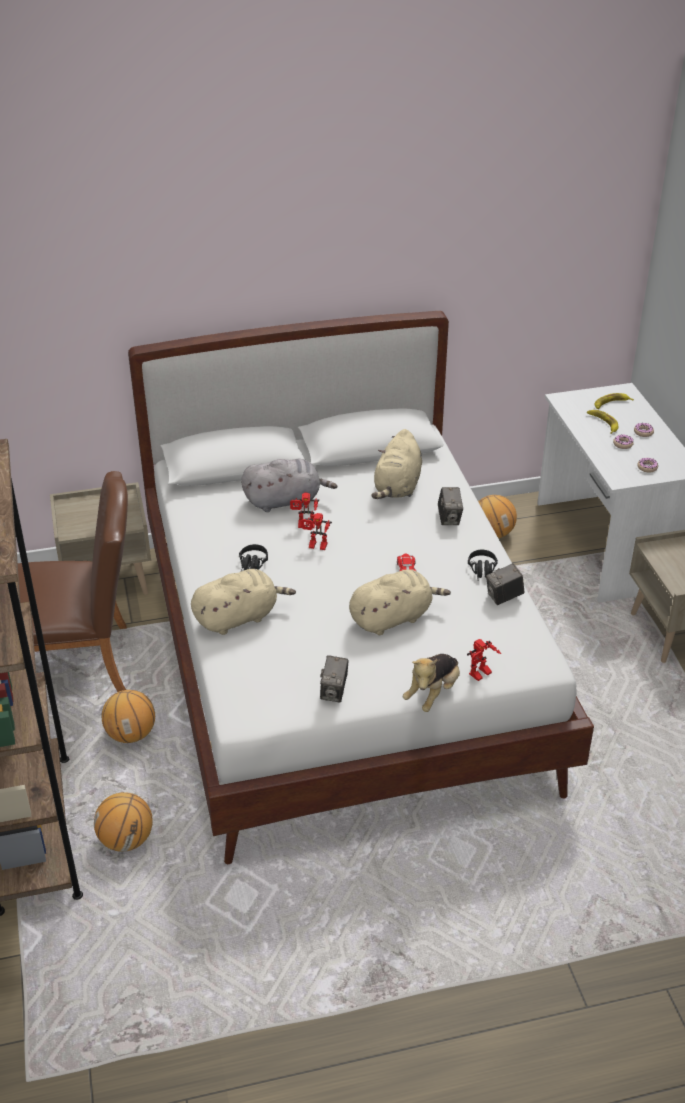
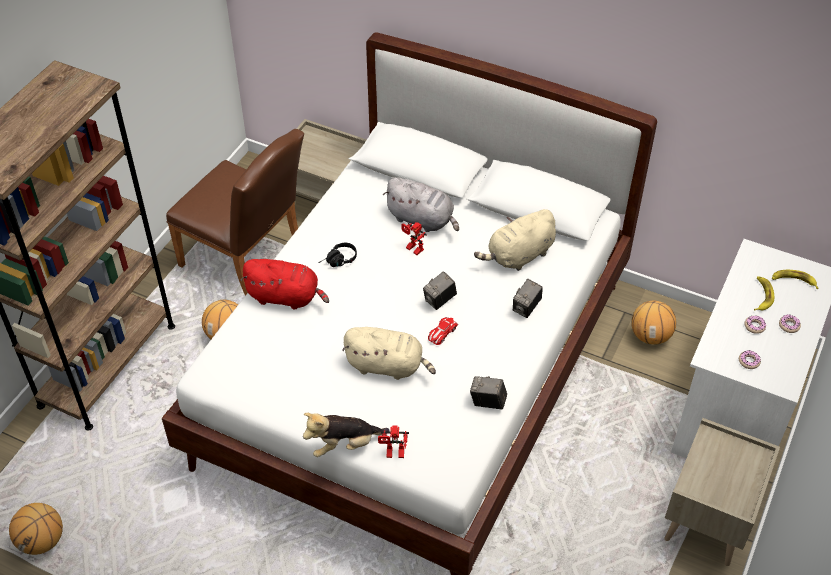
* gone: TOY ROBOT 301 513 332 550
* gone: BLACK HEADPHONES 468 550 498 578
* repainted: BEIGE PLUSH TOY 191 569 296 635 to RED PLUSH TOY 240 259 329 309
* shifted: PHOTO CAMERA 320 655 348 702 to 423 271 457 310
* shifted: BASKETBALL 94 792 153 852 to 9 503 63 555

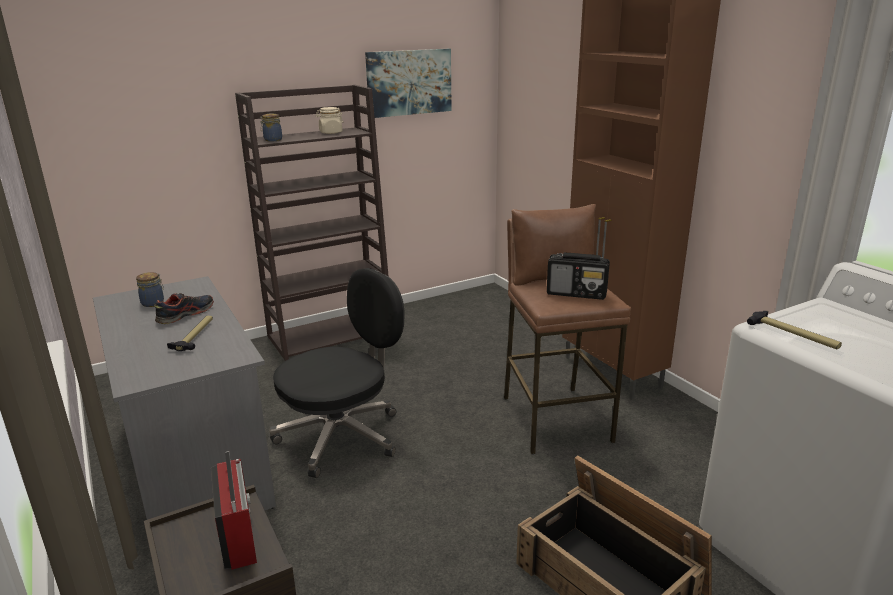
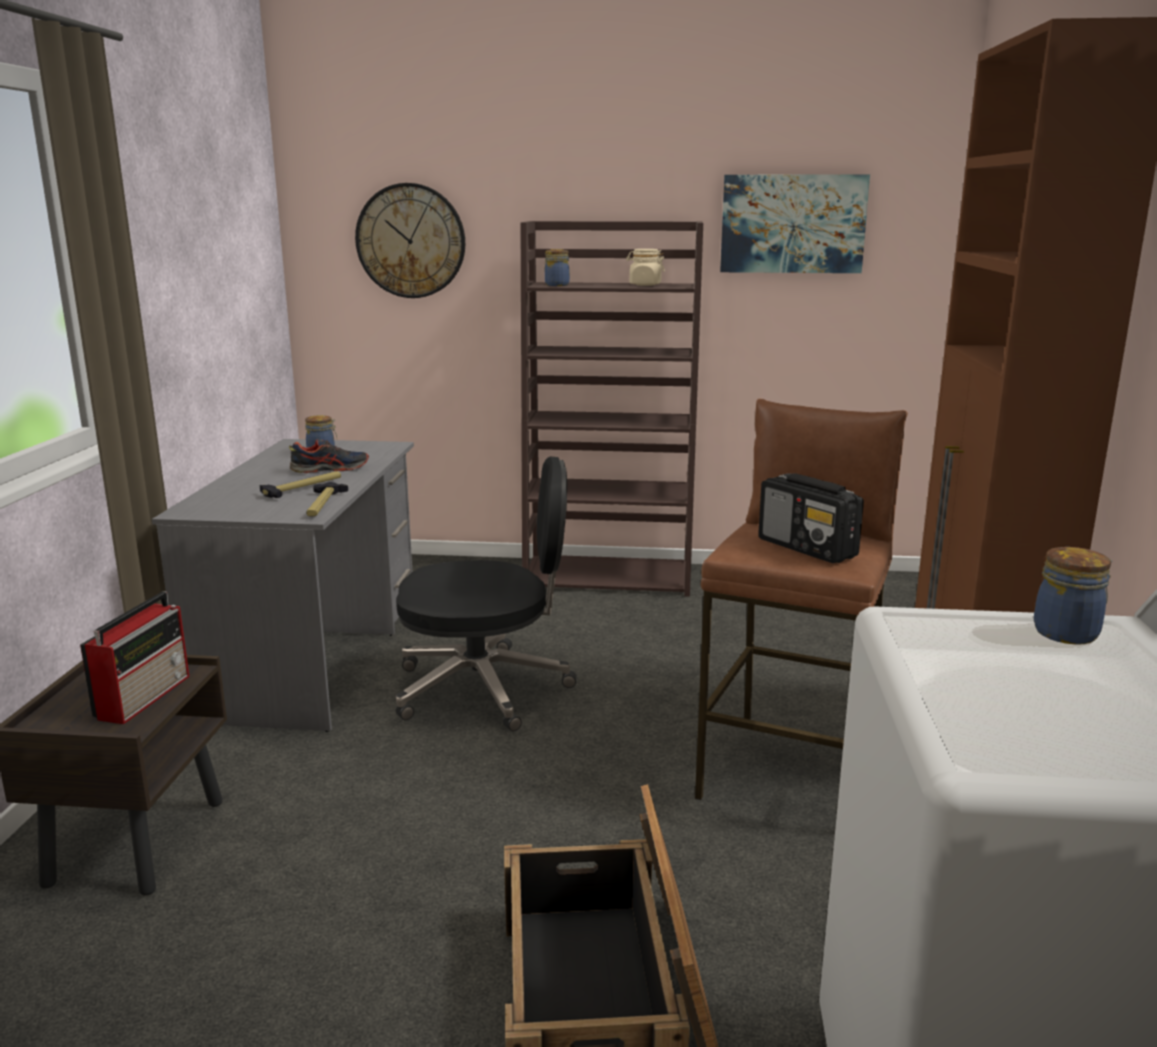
* shifted: HAMMER 747 311 842 349 to 306 482 348 516
* new: WALL CLOCK 355 183 465 298
* new: JAR 1034 547 1112 645

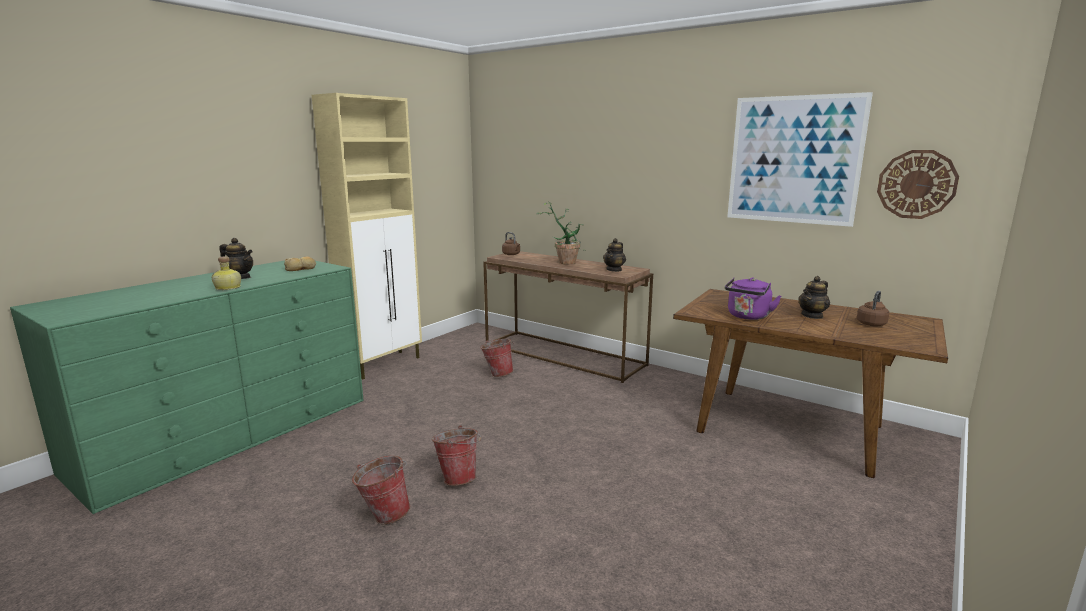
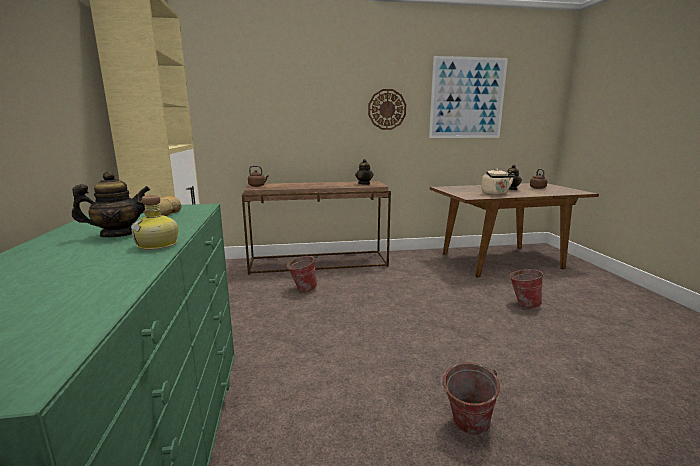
* shifted: WALL CLOCK 877 150 959 219 to 368 89 406 130
* gone: POTTED PLANT 537 202 586 265
* repainted: PURPLE KETTLE 725 277 781 320 to BEIGE KETTLE 481 169 515 195
* shifted: BUCKET 432 425 481 486 to 509 269 545 308

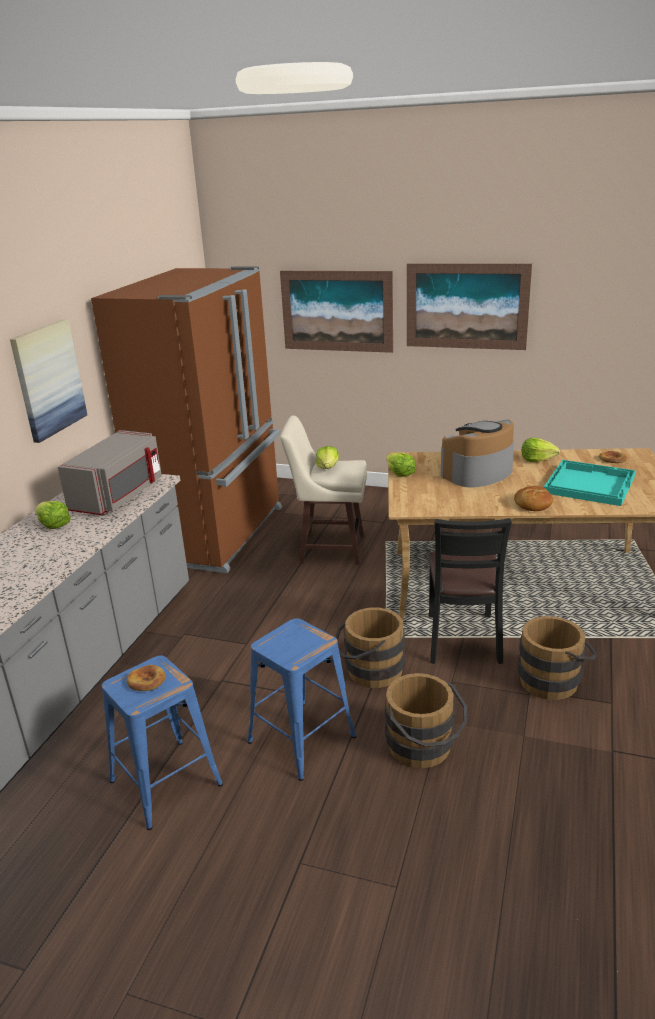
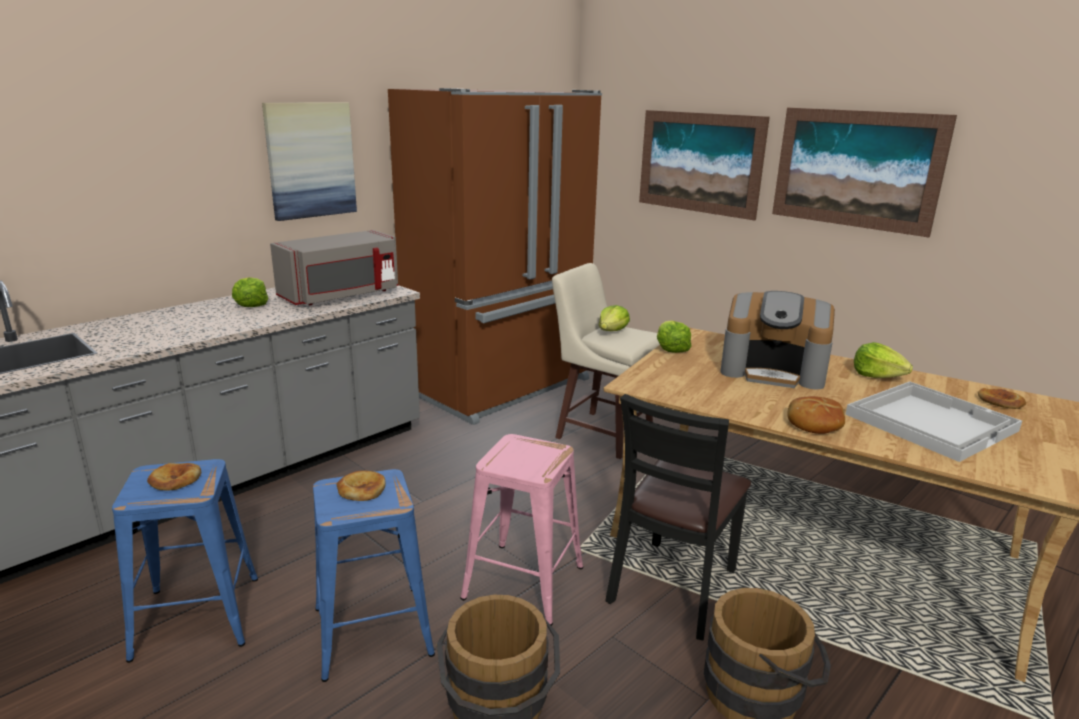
* rotated: COFFEE MACHINE 441 420 514 487 = 720 291 835 390 150 degrees counterclockwise
* repainted: TURQUOISE TRAY 544 460 636 506 to WHITE TRAY 845 381 1022 462
* swapped: BROWN BUCKET 335 608 405 688 to PINK STOOL 460 434 583 626
* new: BREAD 336 471 386 501

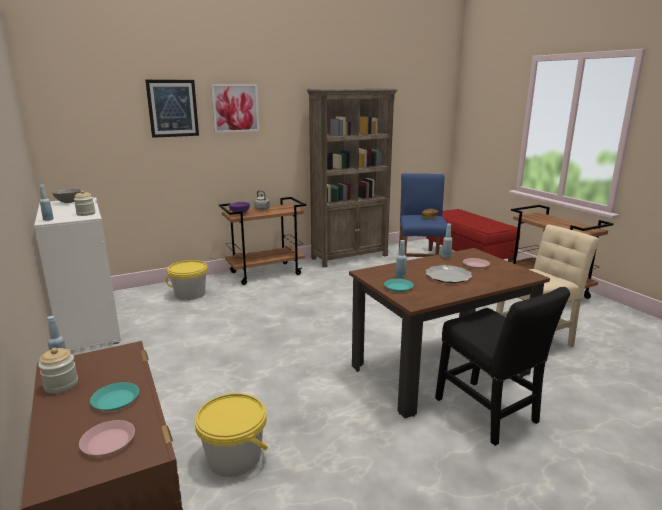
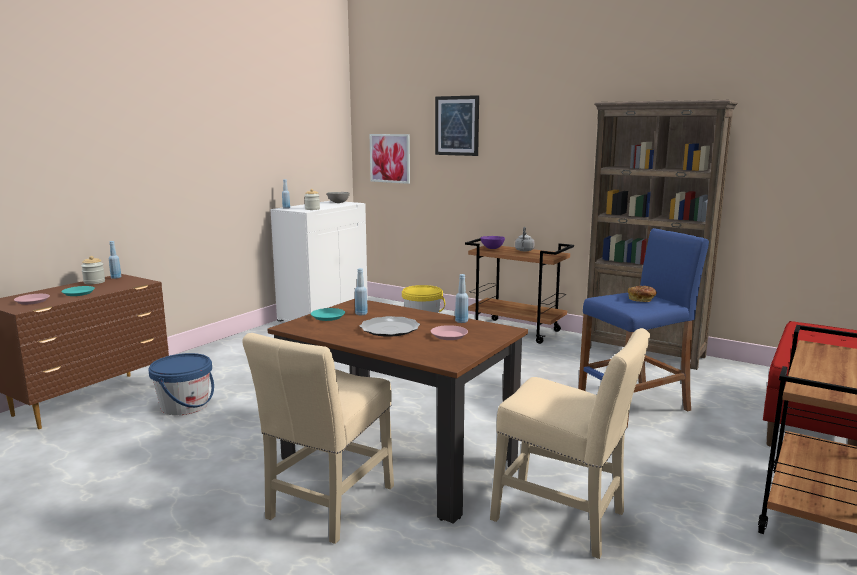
* shifted: PICTURE 211 84 259 133 to 370 134 410 184
* repainted: BLACK CHAIR 435 287 570 446 to BEIGE CHAIR 242 333 394 544
* repainted: YELLOW BUCKET 195 393 268 477 to BLUE BUCKET 148 353 214 415

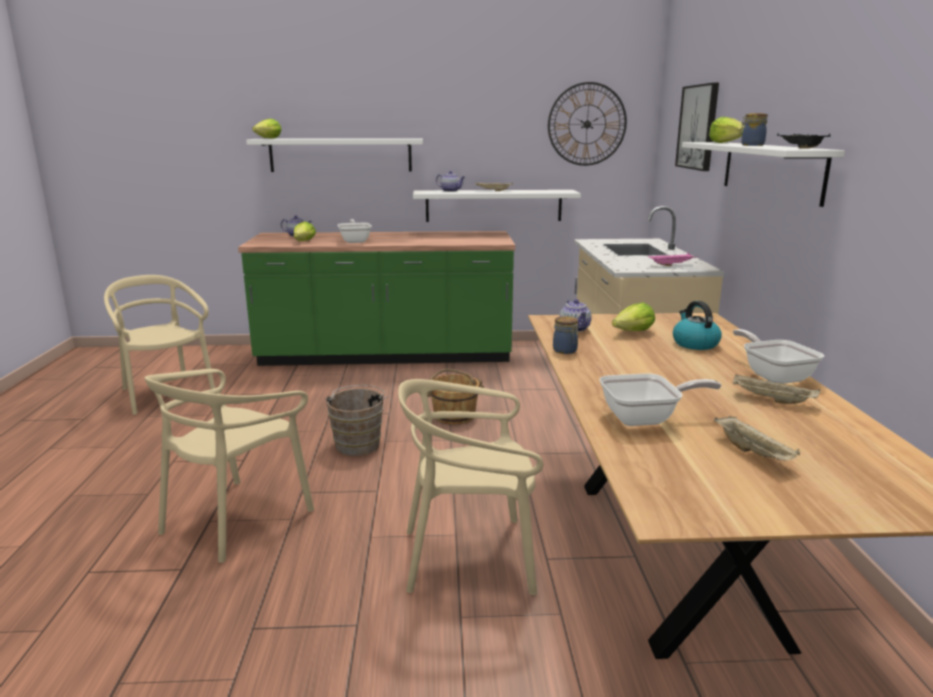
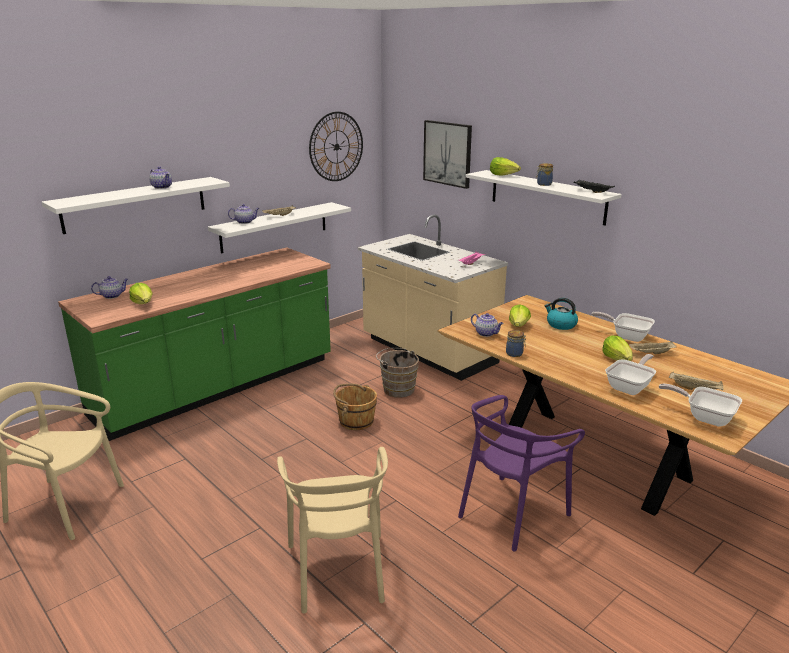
* shifted: LETTUCE 252 119 282 139 to 602 335 633 361
* shifted: FRYING PAN 337 219 372 243 to 659 384 742 427
* repainted: BEIGE CHAIR 398 379 543 595 to PURPLE CHAIR 458 395 585 551
* shifted: BROWN BUCKET 325 385 388 456 to 376 348 419 398
* new: TEAPOT 149 166 172 189

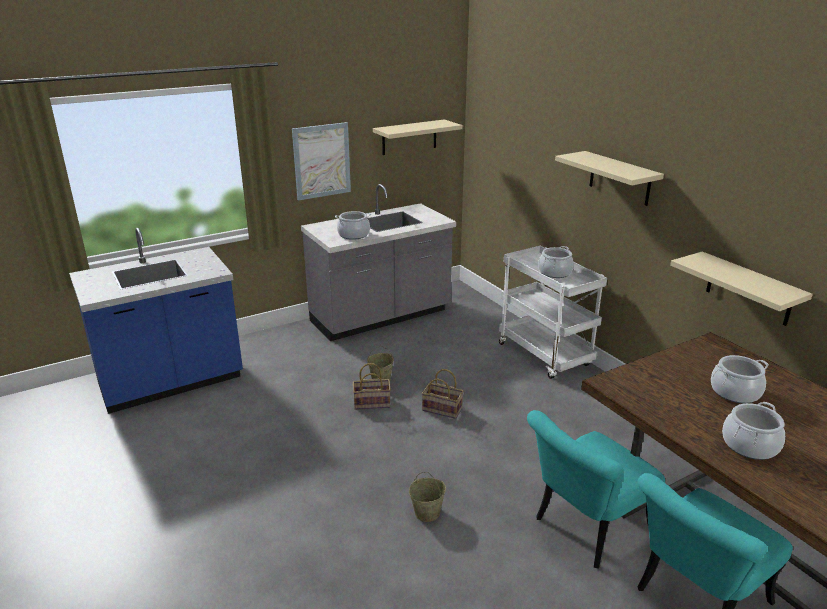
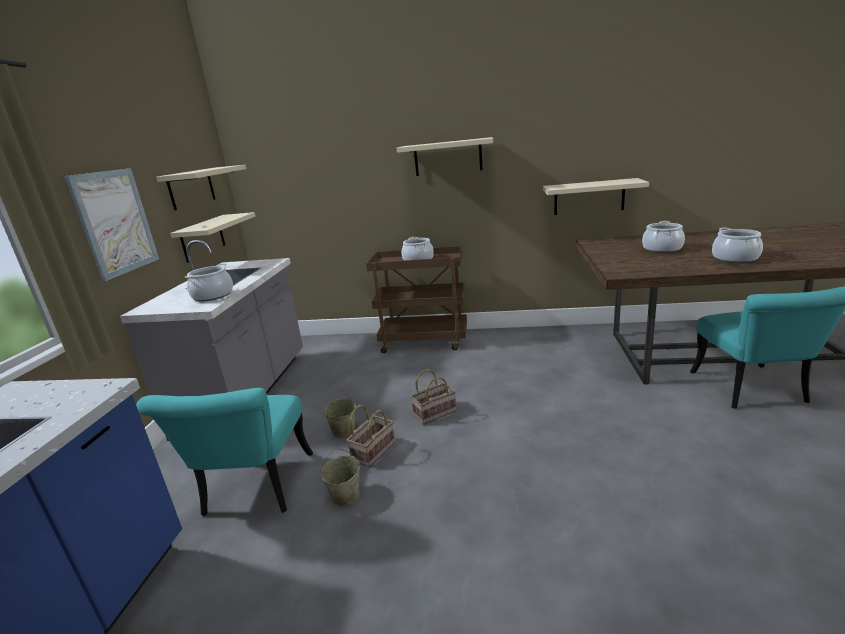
* repainted: WHITE CART 499 246 607 379 to BROWN CART 366 246 467 353
* shifted: TURQUOISE CHAIR 527 410 665 568 to 136 388 313 516
* shifted: BEIGE BUCKET 409 472 446 522 to 320 449 360 506
* new: BEIGE SHELF 170 212 256 263

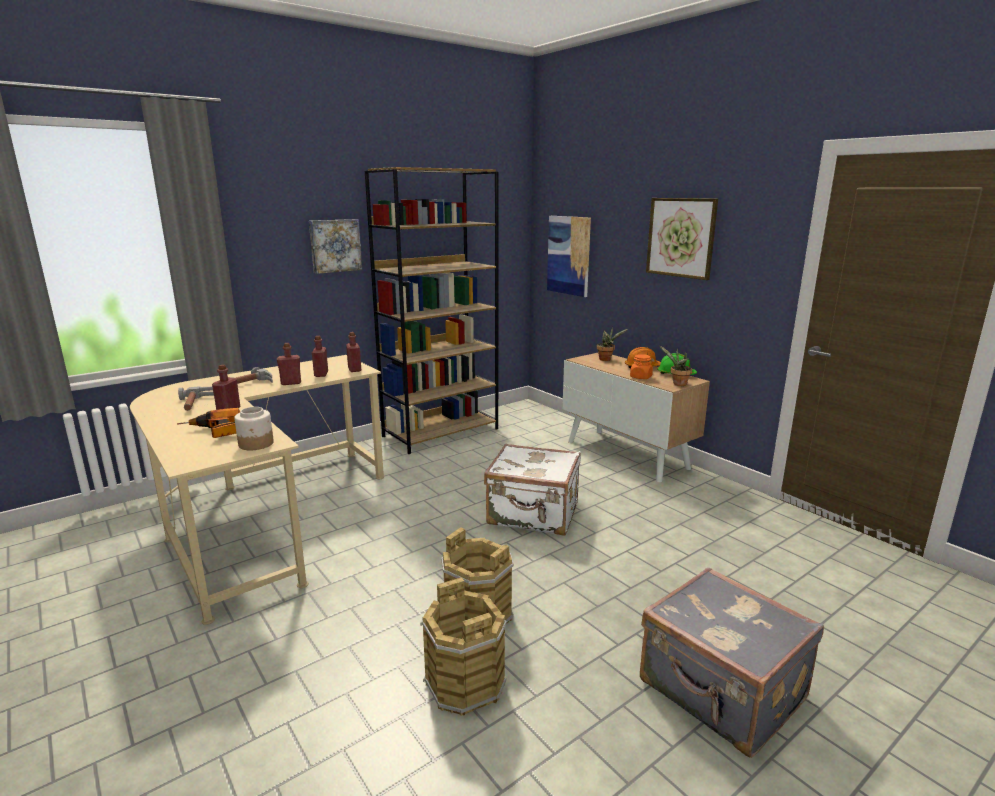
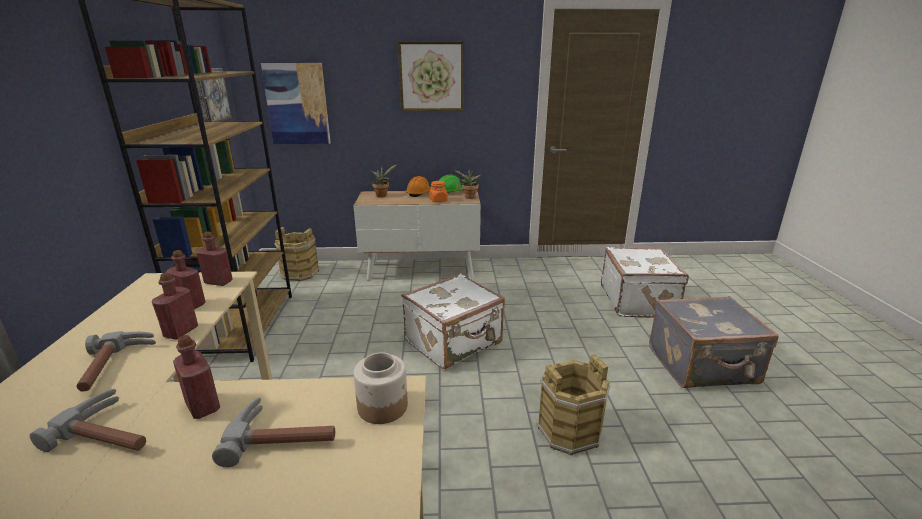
* shifted: PICTURE 309 219 362 274 to 196 68 232 122
* swapped: POWER DRILL 177 408 240 438 to HAMMER 212 397 335 467
* shifted: BROWN BUCKET 420 577 507 716 to 274 227 320 281
* new: WHITE SUITCASE 601 247 689 317

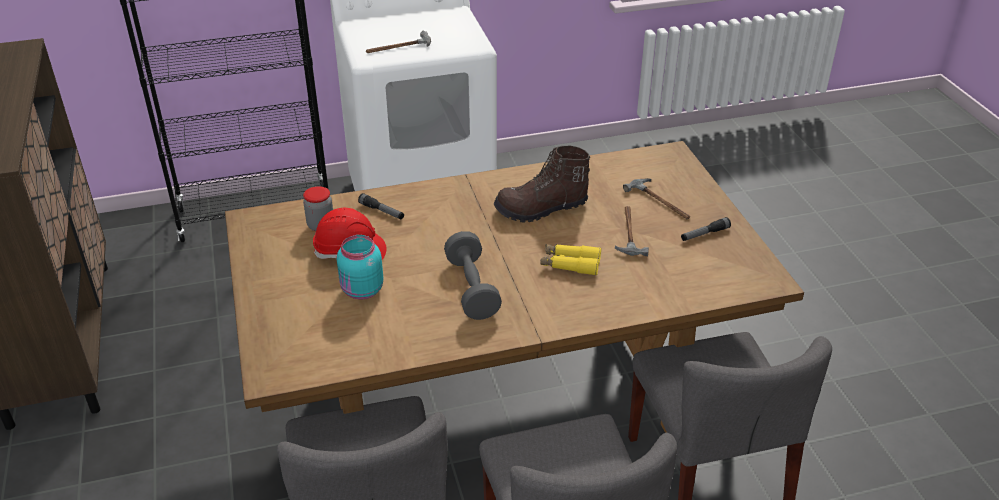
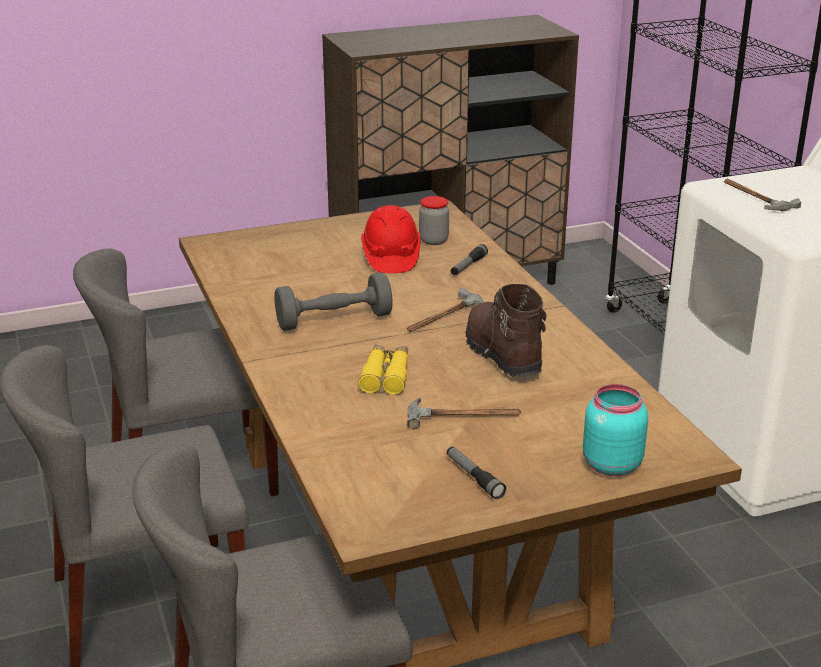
* shifted: HAMMER 623 178 690 219 to 407 287 484 332
* shifted: TURQUOISE JAR 337 235 383 299 to 583 384 648 476

